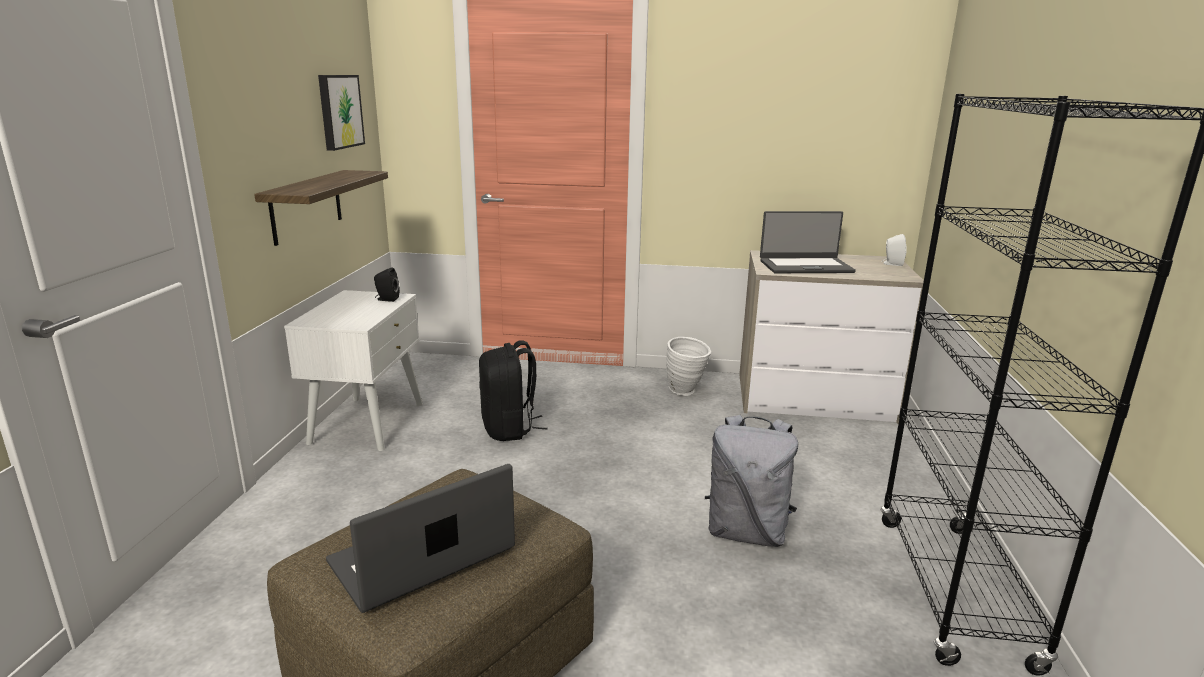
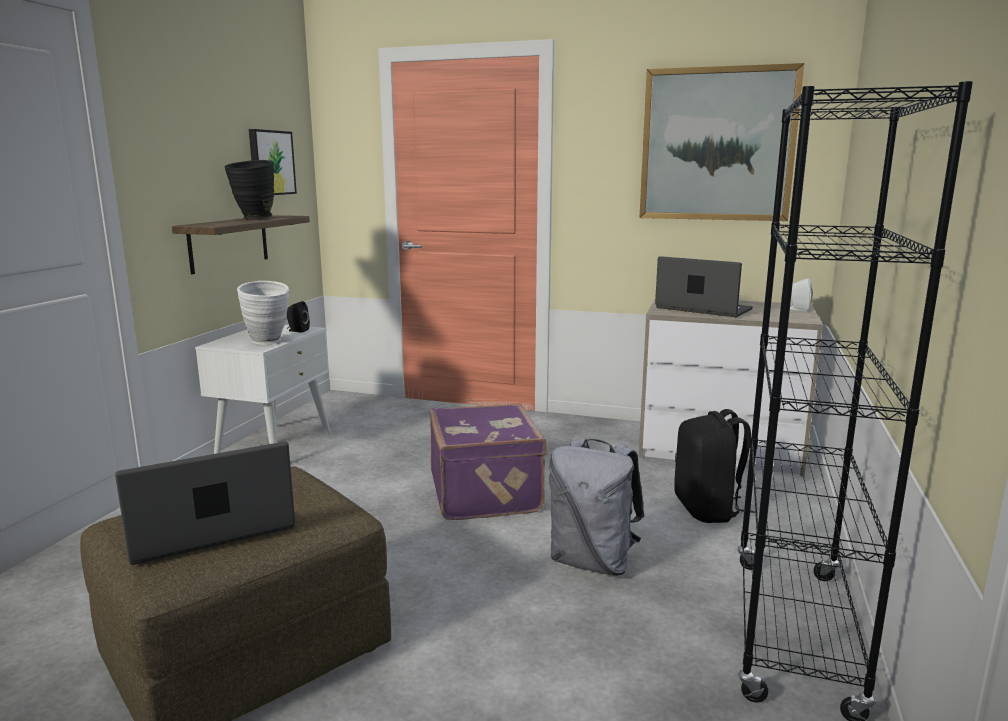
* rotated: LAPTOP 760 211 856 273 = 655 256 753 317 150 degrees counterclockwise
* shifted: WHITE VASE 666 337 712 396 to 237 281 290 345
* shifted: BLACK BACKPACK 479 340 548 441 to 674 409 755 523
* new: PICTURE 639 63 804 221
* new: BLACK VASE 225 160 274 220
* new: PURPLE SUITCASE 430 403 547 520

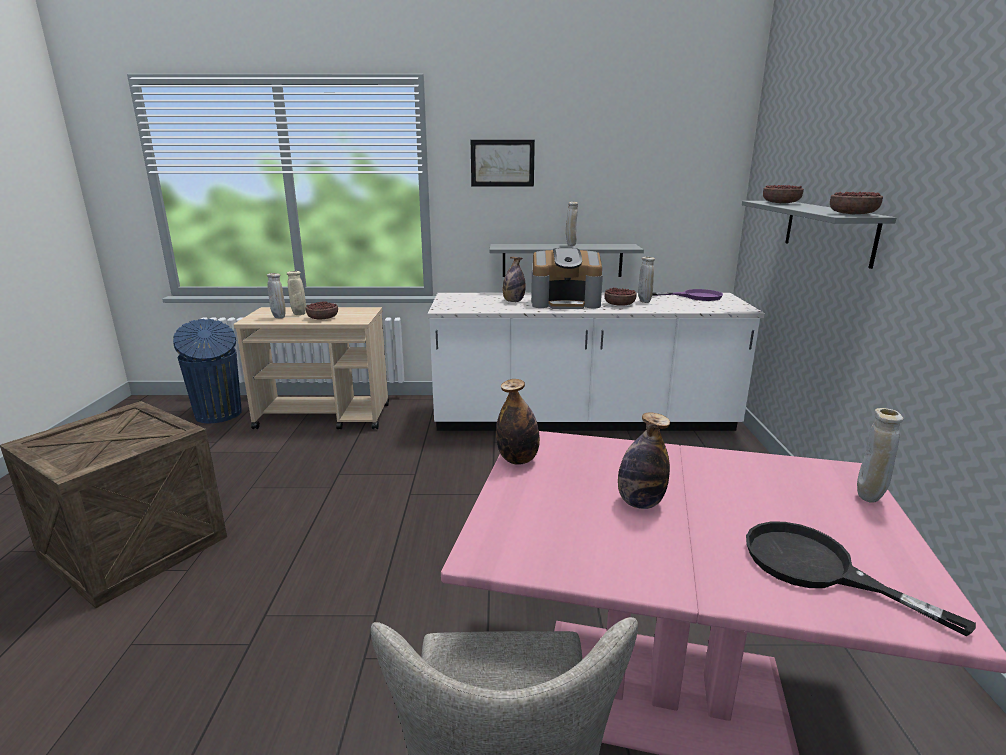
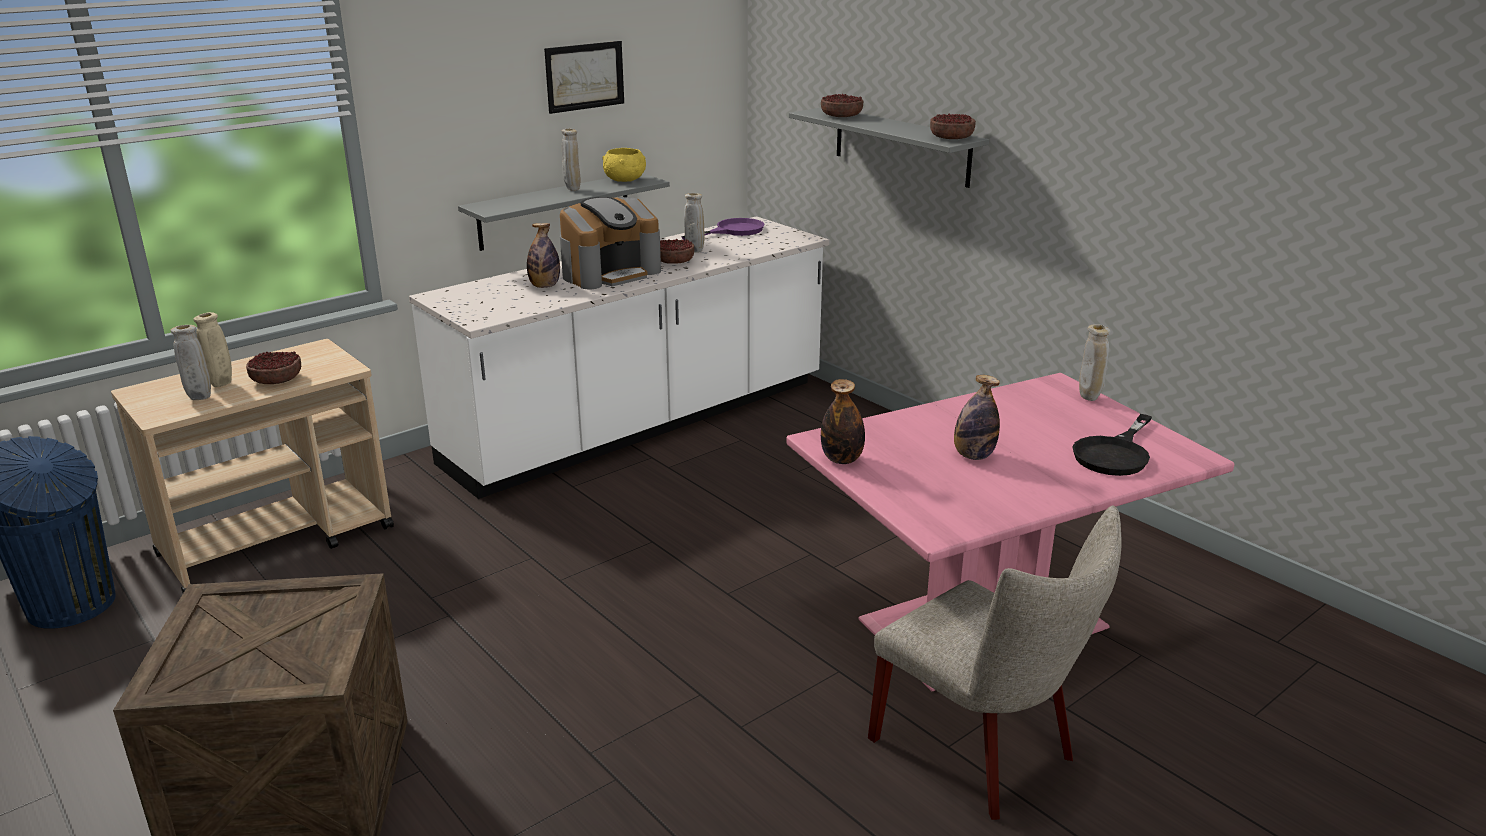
* shifted: PICTURE 471 140 535 187 to 544 41 624 114
* rotated: BLACK FRYING PAN 746 522 976 636 = 1072 414 1152 476 60 degrees counterclockwise
* new: YELLOW BOWL 602 148 646 182

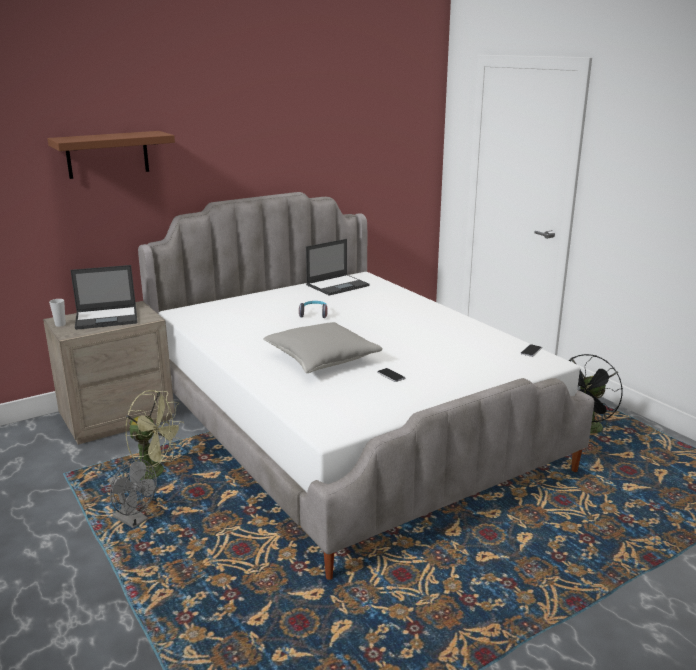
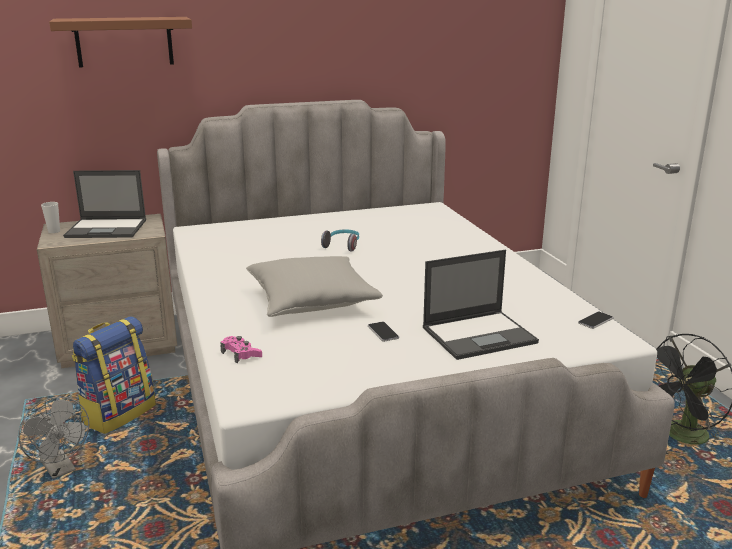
* shifted: LAPTOP 306 239 370 296 to 422 250 539 360
* swapped: GREEN FAN 125 390 184 480 to BACKPACK 72 316 156 434
* new: PINK GAME CONTROLLER 220 336 262 364

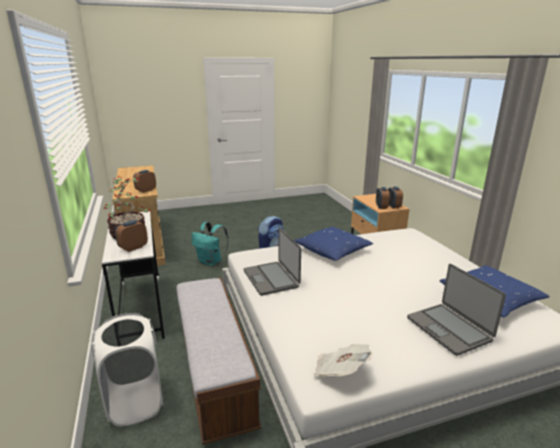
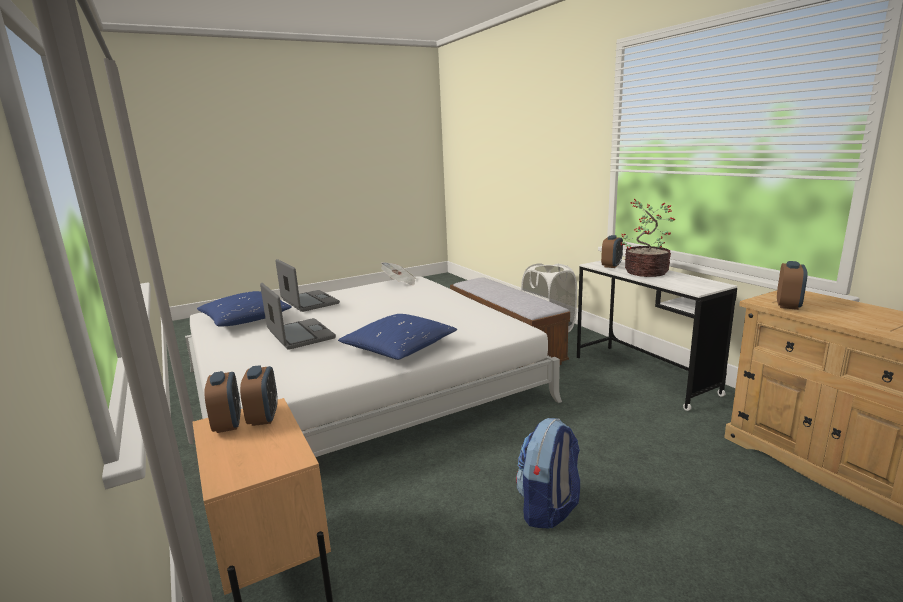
* gone: TURQUOISE BACKPACK 192 222 229 266
* shifted: LAPTOP 244 227 301 296 to 260 283 336 350

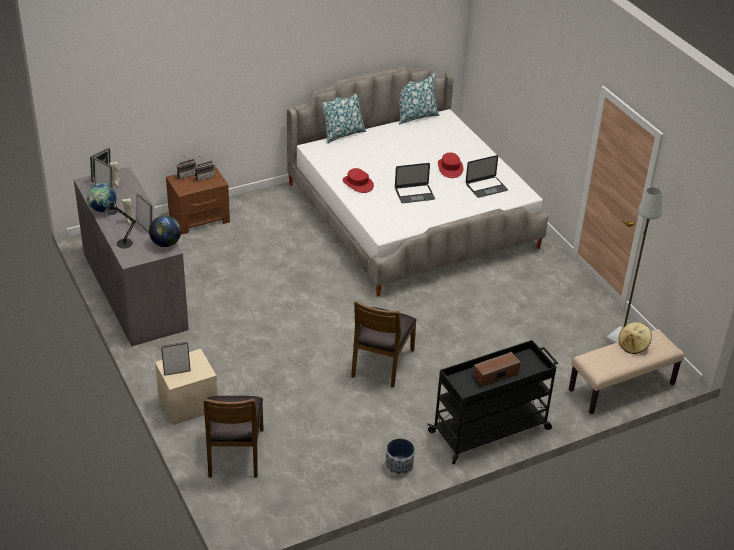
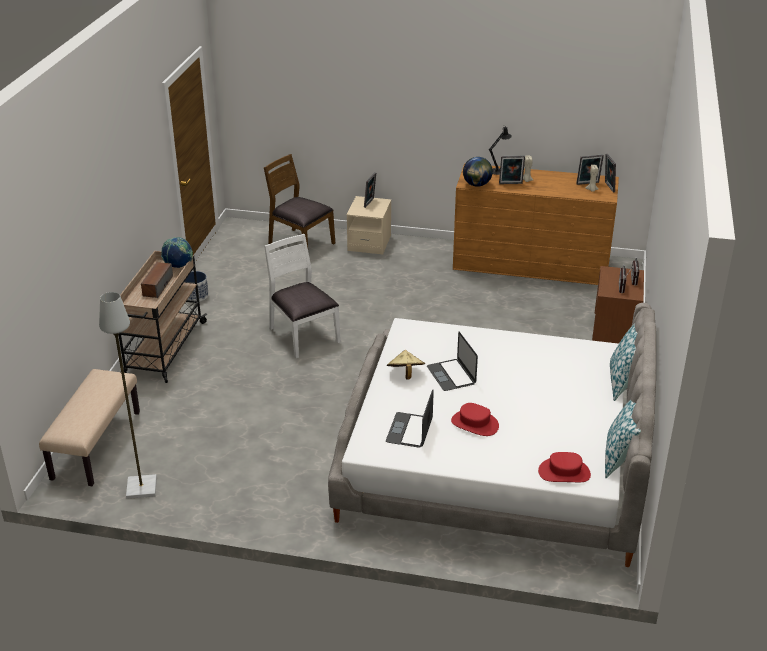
* rotated: LAPTOP 395 163 435 203 = 427 332 478 391 45 degrees counterclockwise
* repainted: GREY DRESSER 74 167 189 346 to BROWN DRESSER 453 163 619 285
* shifted: RED HAT 342 168 374 193 to 538 452 591 482
* shifted: GLOBE 87 183 116 212 to 161 237 193 268
* repainted: BROWN CHAIR 351 301 417 388 to WHITE CHAIR 264 234 341 358
* shifted: BEIGE HAT 619 322 652 354 to 387 350 425 380
* repainted: BLACK CART 427 340 558 464 to BEIGE CART 119 251 207 383

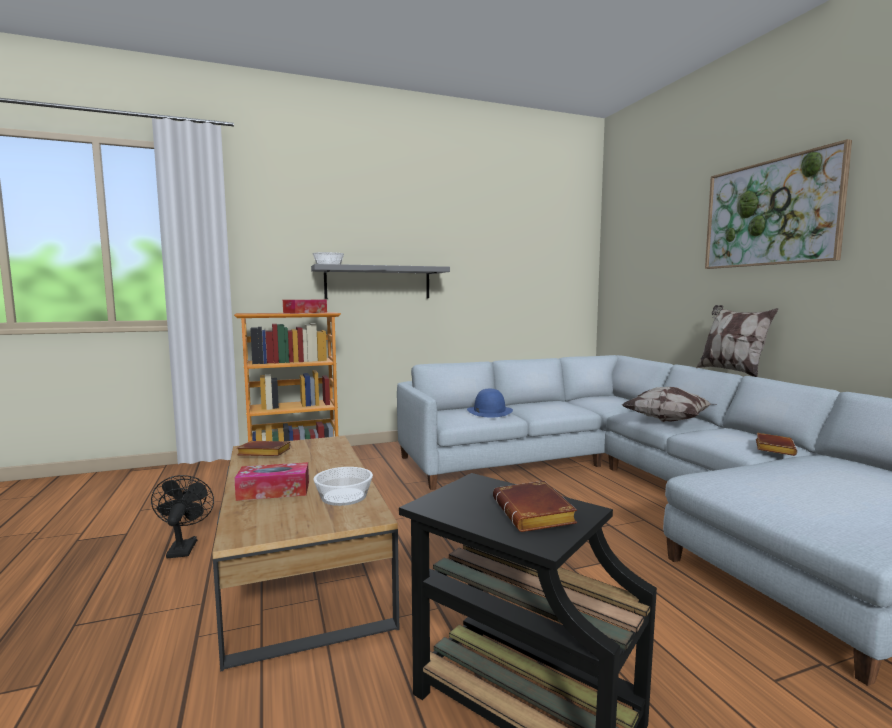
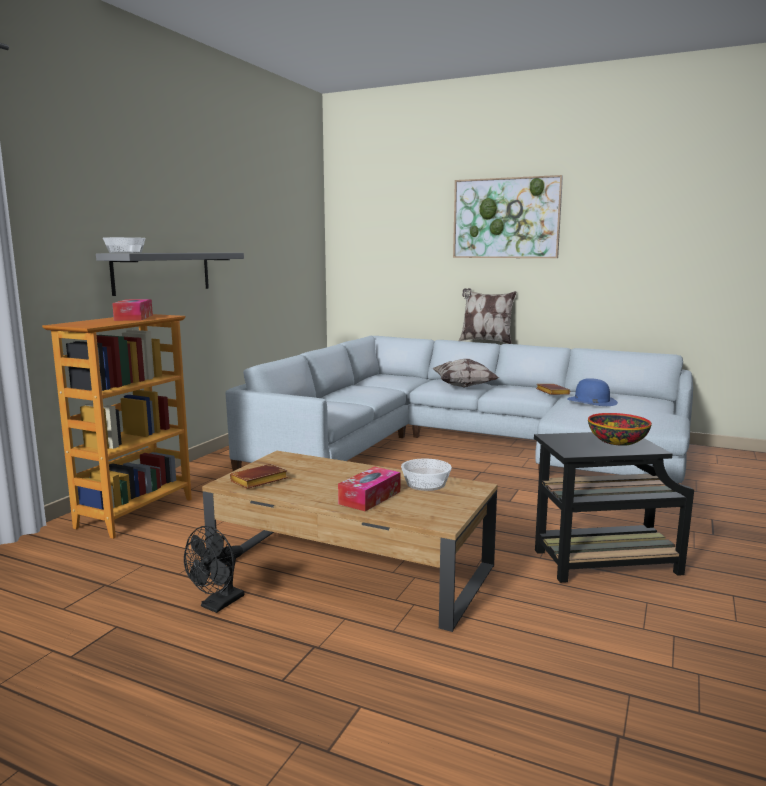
* shifted: BLUE HAT 467 389 513 417 to 567 378 618 406
* rotated: BLACK FAN 151 475 214 559 = 184 526 244 613 90 degrees counterclockwise
* swapped: BROWN BOOK 493 481 577 532 to BOWL 588 413 652 446

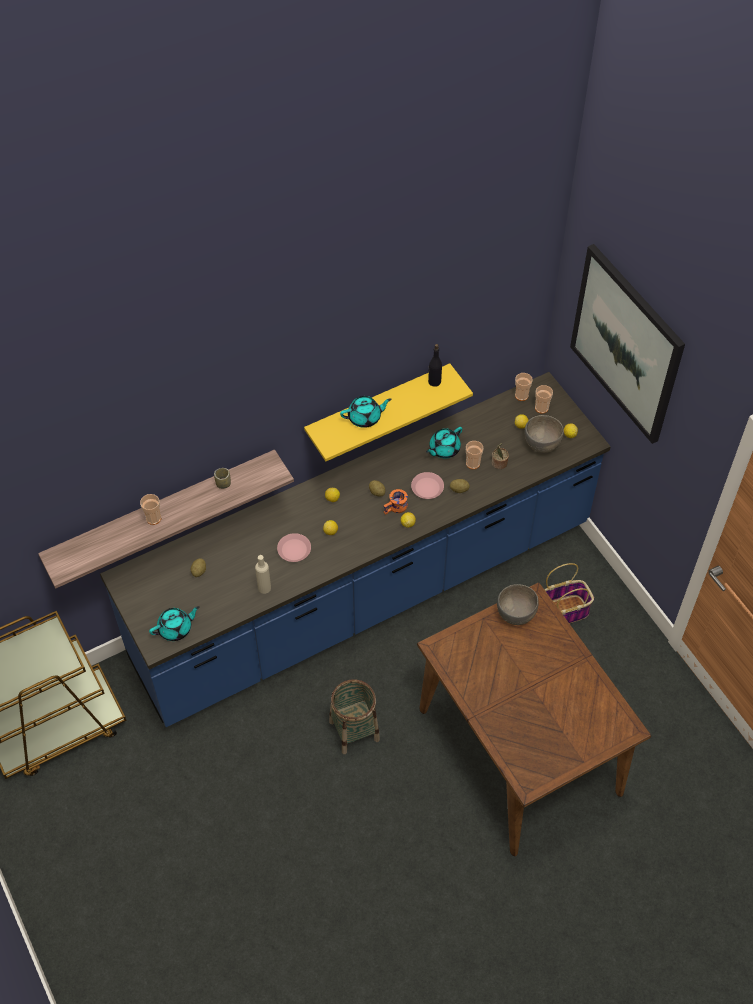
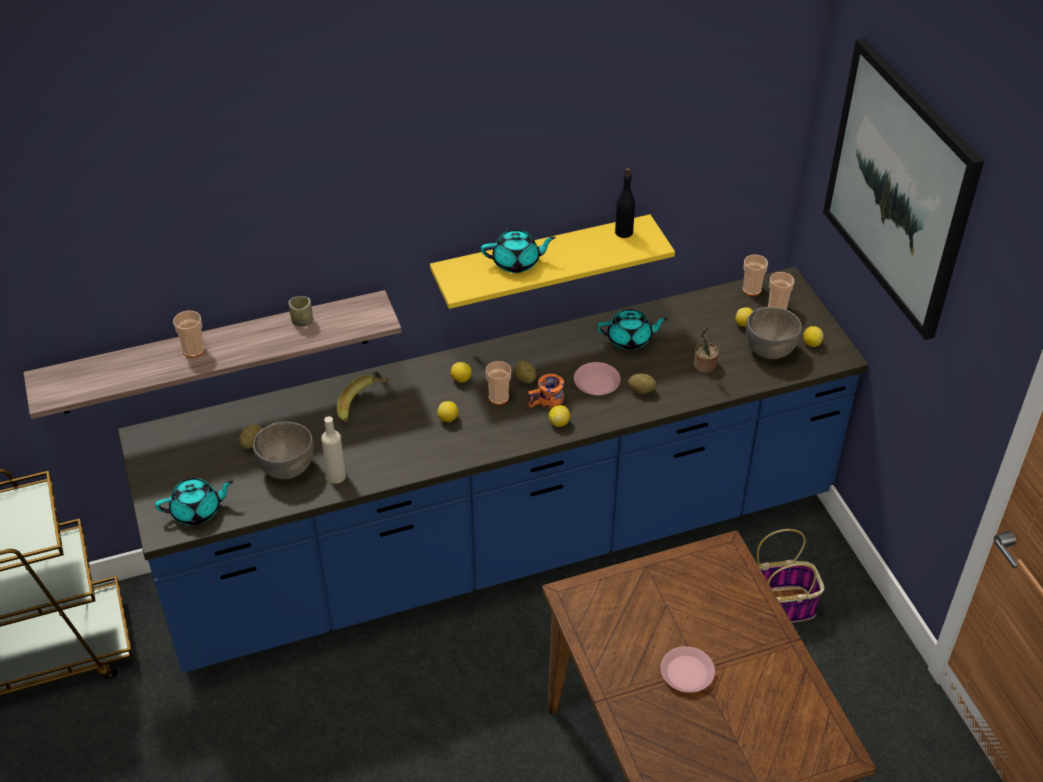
* rotated: TURQUOISE TEAPOT 426 427 463 459 = 597 309 668 350 150 degrees counterclockwise
* shifted: CUP 466 441 483 469 to 485 361 511 405
* shifted: PINK PLATE 277 533 311 562 to 661 646 715 693
* shifted: GREY BOWL 497 584 539 625 to 253 422 314 479
* gone: BASKET 329 680 380 754
* new: BANANA 337 375 390 422

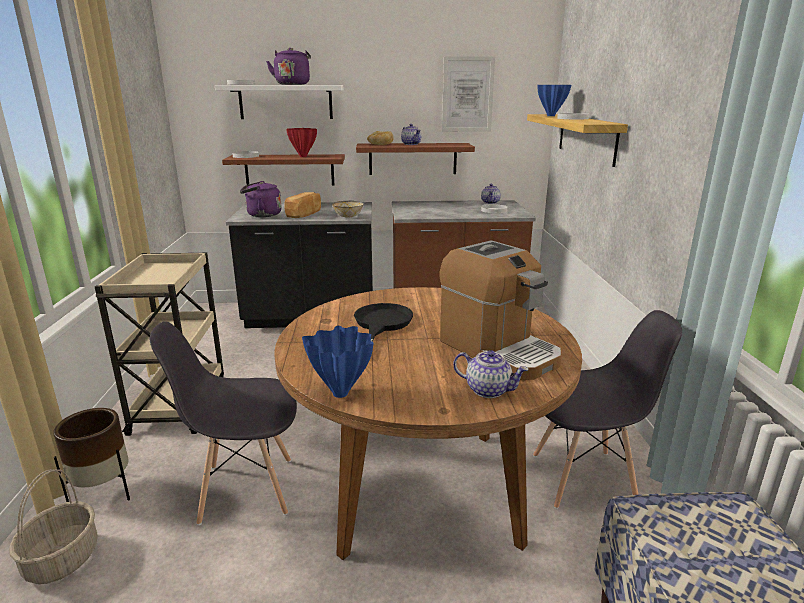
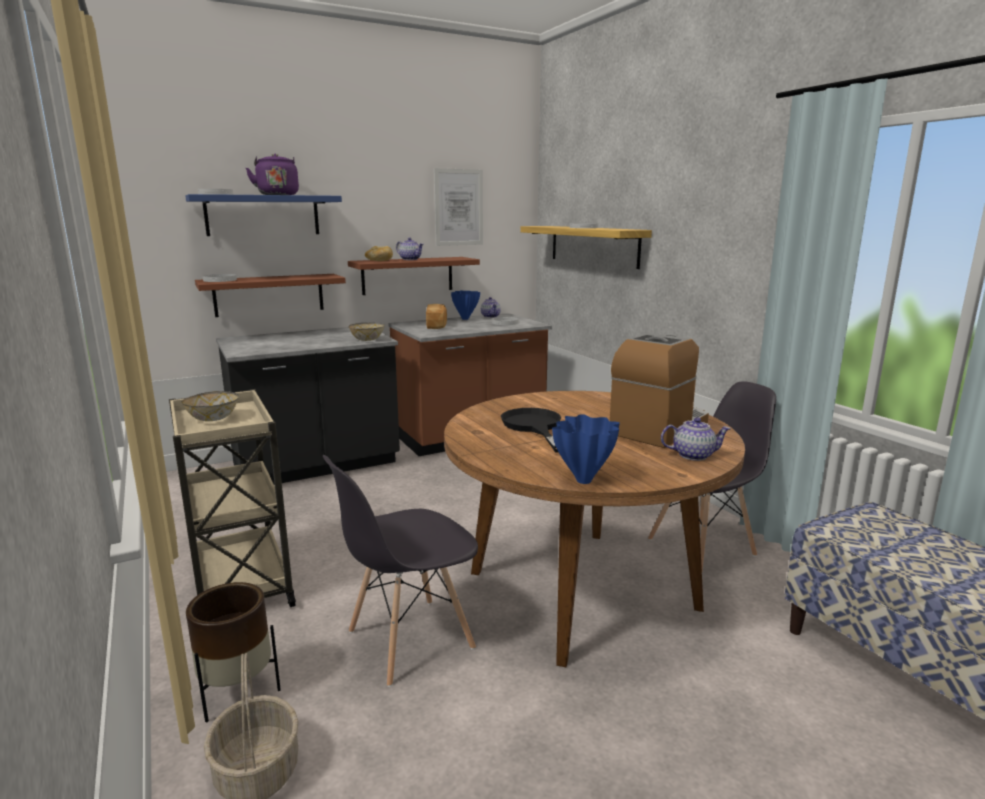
* repainted: WHITE SHELF 215 85 343 119 to BLUE SHELF 185 194 342 236
* shifted: BLUE VASE 538 85 571 116 to 451 290 480 320
* gone: RED VASE 286 128 317 157
* gone: PURPLE KETTLE 240 181 282 217
* shifted: BREAD 284 192 321 218 to 426 304 447 329
* rotated: COFFEE MACHINE 440 240 561 380 = 610 333 709 448 75 degrees counterclockwise
* new: BOWL 181 391 239 421

